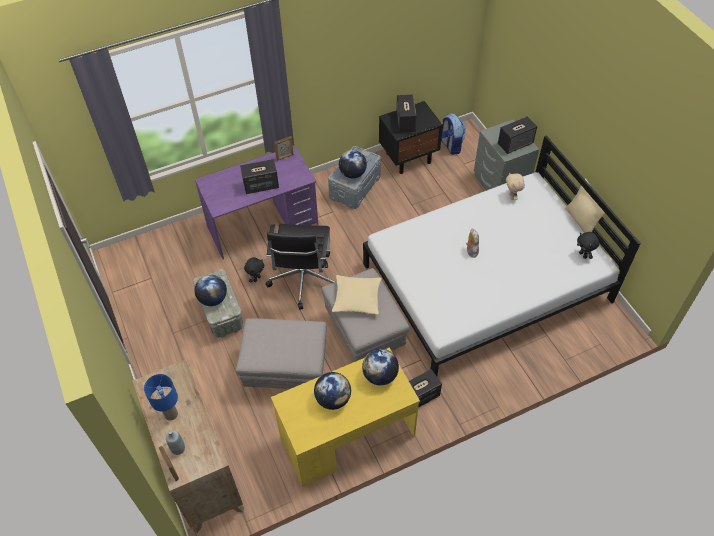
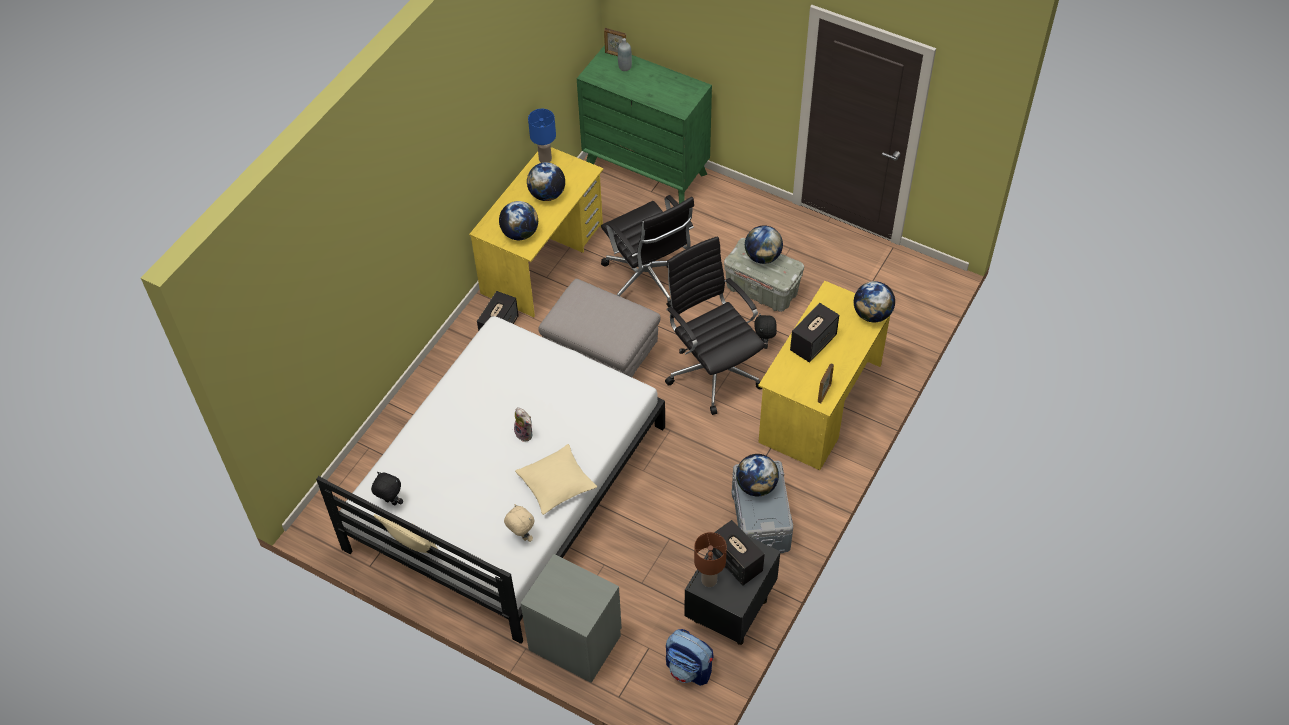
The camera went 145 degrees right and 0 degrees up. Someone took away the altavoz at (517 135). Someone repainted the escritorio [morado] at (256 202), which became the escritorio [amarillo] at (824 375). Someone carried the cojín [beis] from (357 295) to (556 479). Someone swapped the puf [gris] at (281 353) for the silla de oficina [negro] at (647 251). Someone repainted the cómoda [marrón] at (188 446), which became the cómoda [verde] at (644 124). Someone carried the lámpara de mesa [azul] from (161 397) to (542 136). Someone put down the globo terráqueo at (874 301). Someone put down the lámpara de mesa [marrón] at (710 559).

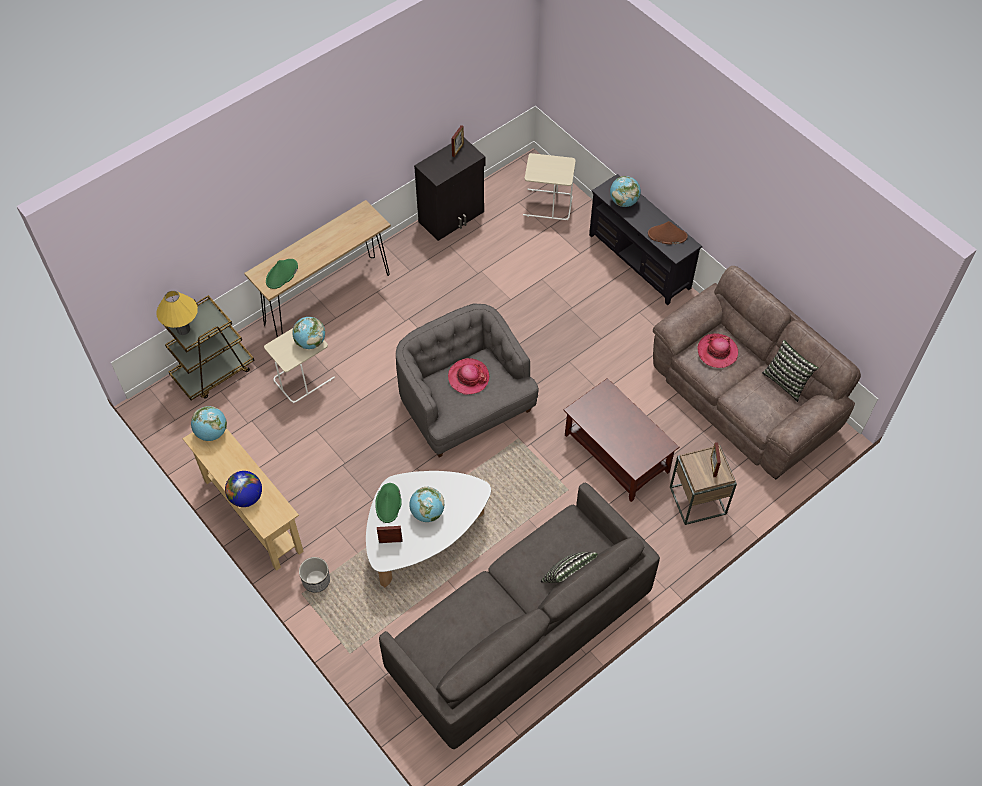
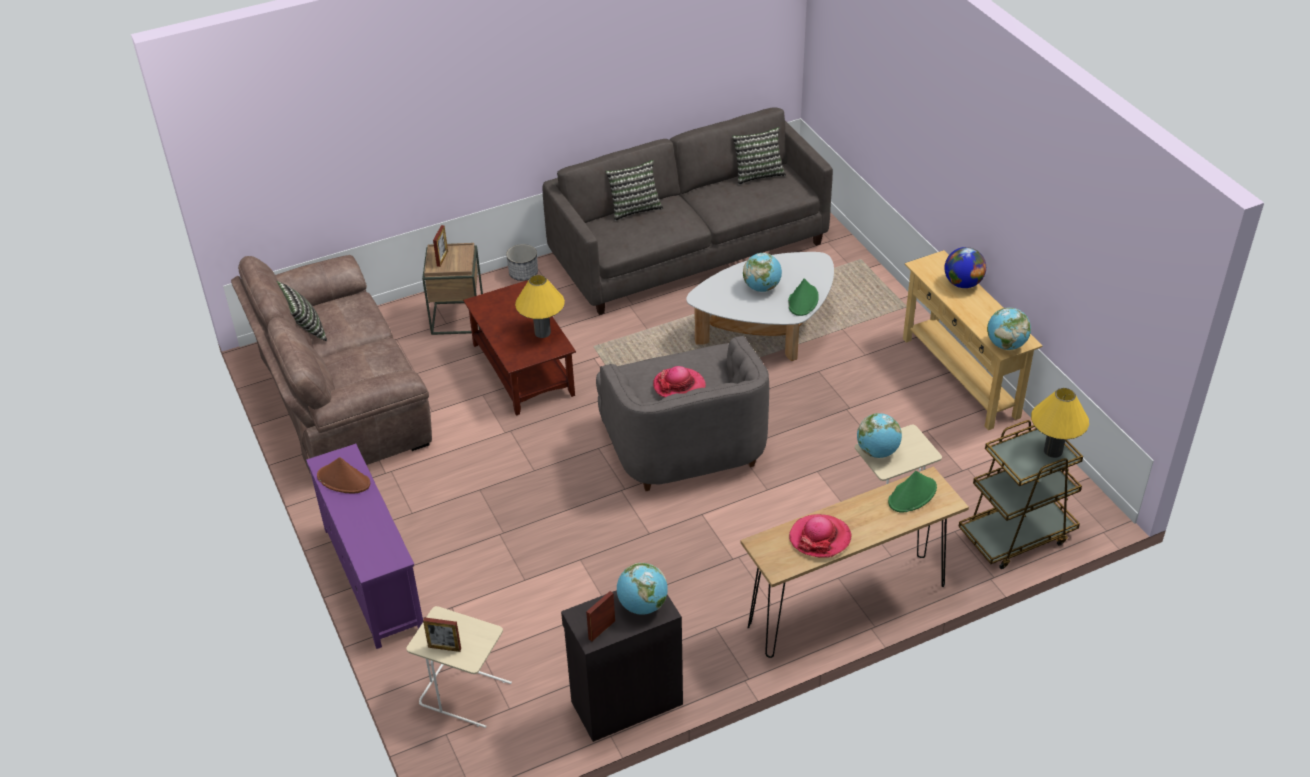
The camera went 165 degrees left and 15 degrees down. Someone repainted the mueble de televisión [negro] at (645 239), which became the mueble de televisión [morado] at (364 546). Someone carried the globo terráqueo from (625 191) to (642 589). Someone carried the sombrero from (718 350) to (820 535). Someone carried the portarretratos from (389 534) to (442 634). Someone carried the maceta from (314 574) to (522 262). Someone put down the cojín at (759 156). Someone put down the lámpara de mesa [amarillo] at (540 306).

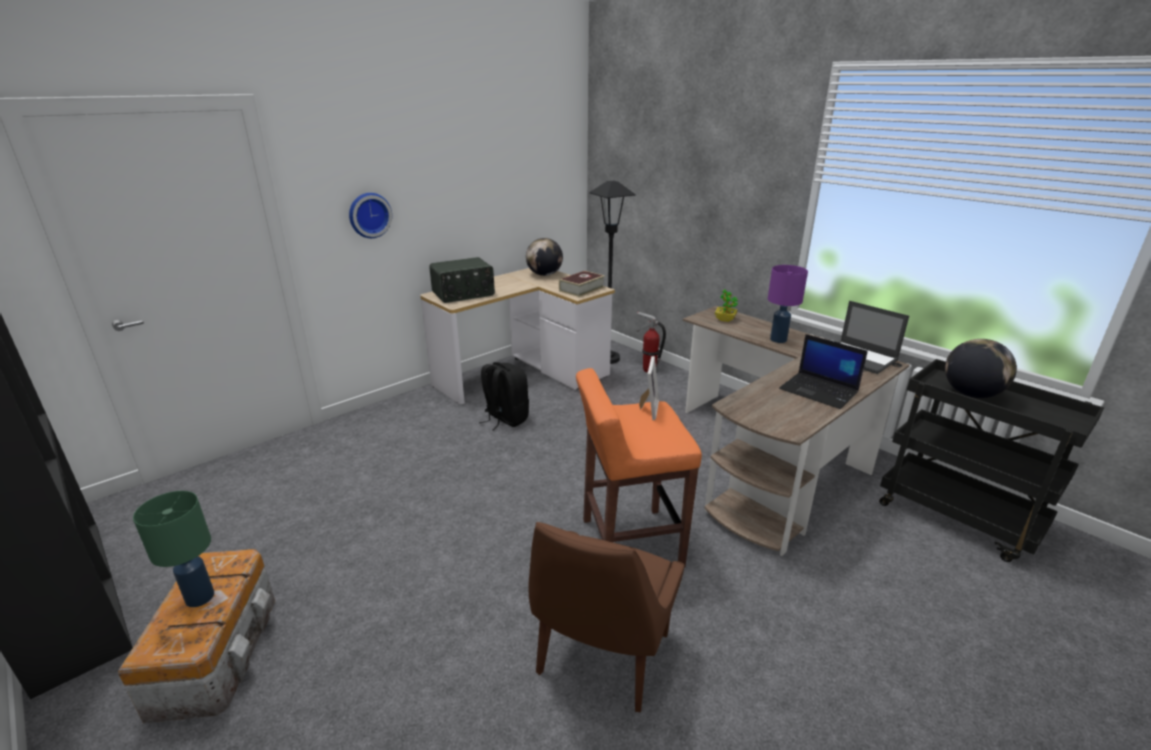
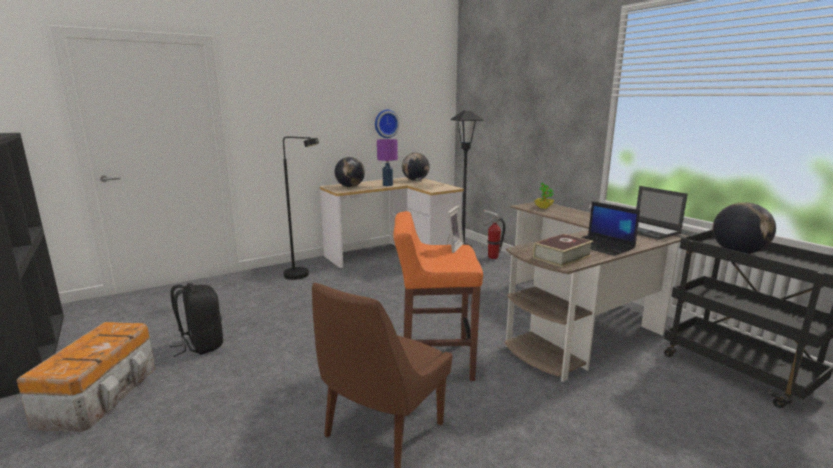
The camera went 10 degrees right and 10 degrees down. Someone carried the reloj de pared from (370 215) to (387 124). Someone swapped the radio at (462 280) for the globo terráqueo at (350 172). Someone carried the lámpara de mesa [morado] from (788 304) to (387 162). Someone carried the libro from (582 284) to (563 250). Someone carried the mochila [negro] from (504 396) to (196 320). Someone took away the lámpara de mesa [verde] at (173 549). Someone put down the lámpara de pie [negro] at (301 208).

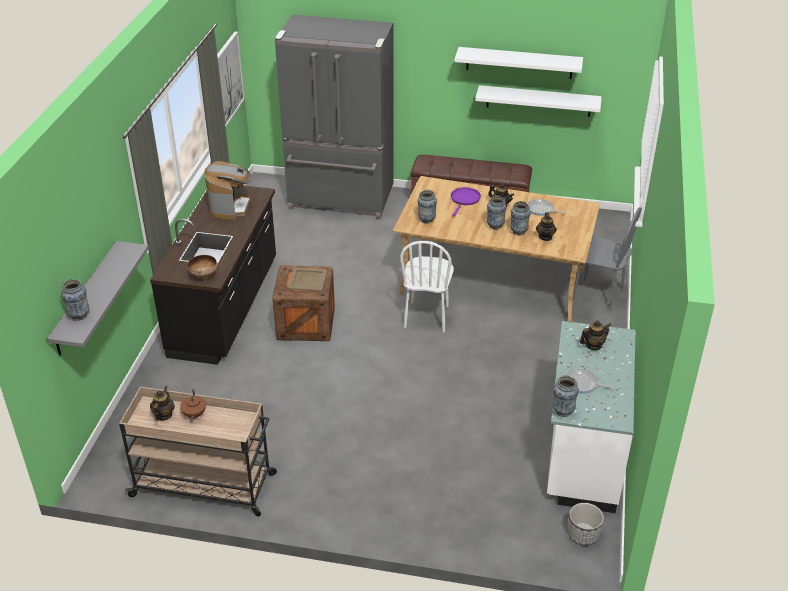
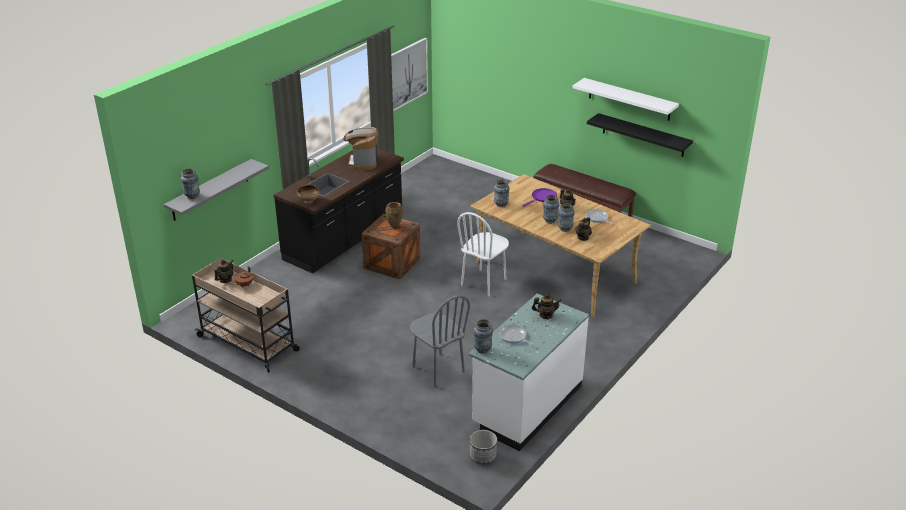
The camera went 25 degrees right and 5 degrees down. Someone took away the nevera [gris] at (334 117). Someone repainted the estante [blanco] at (538 101), which became the estante [negro] at (640 135). Someone rotated the cafetera at (228 190) by 150 degrees clockwise. Someone carried the silla [gris] from (607 259) to (440 341). Someone swapped the bandeja [beis] at (307 279) for the florero [marrón] at (394 215).

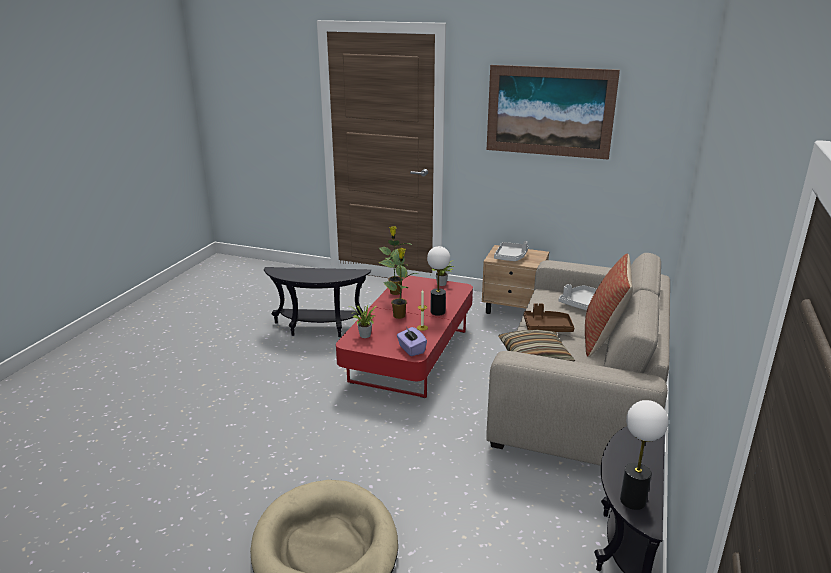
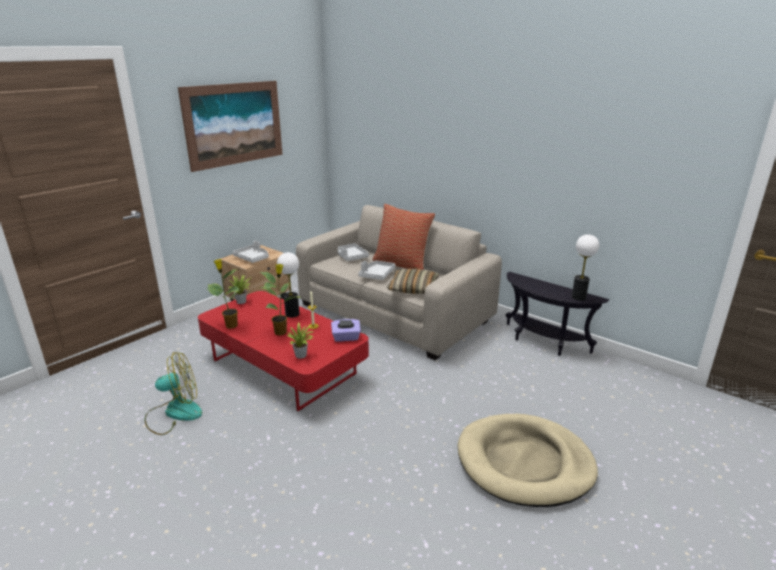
The camera went 70 degrees left and 0 degrees up. Someone swapped the mesa auxiliar [negro] at (317 302) for the ventilador at (173 393). Someone repainted the bandeja [marrón] at (549 317), which became the bandeja [gris] at (376 270).

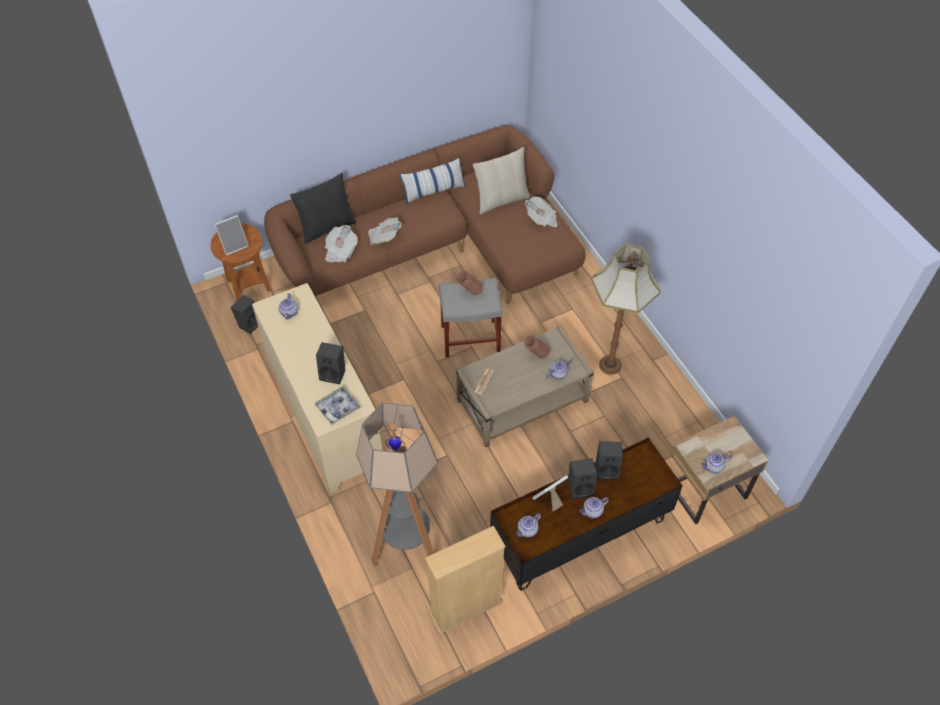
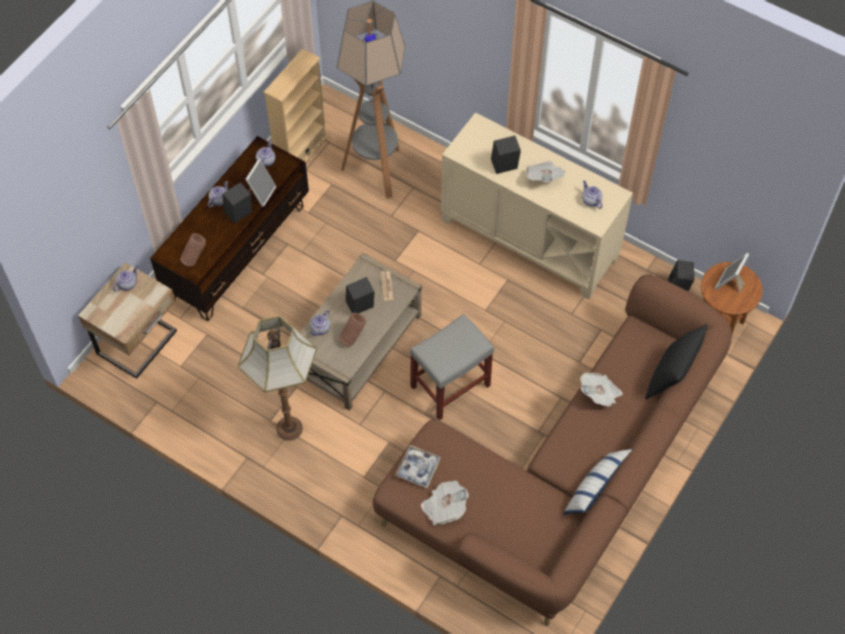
The camera went 150 degrees right and 5 degrees up. Someone took away the cojín [beis] at (501 180). Someone carried the periódico from (341 243) to (546 171). Someone carried the florero [marrón] from (470 283) to (193 250). Someone carried the bandeja from (338 405) to (418 466). Someone carried the altavoz [negro] from (609 460) to (360 295).

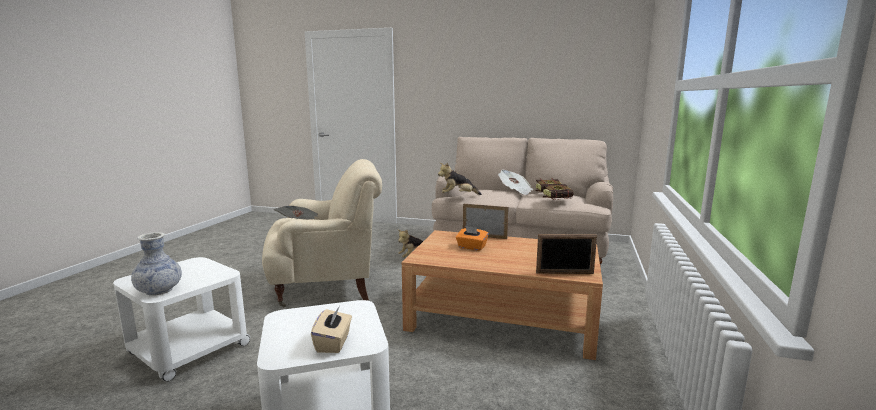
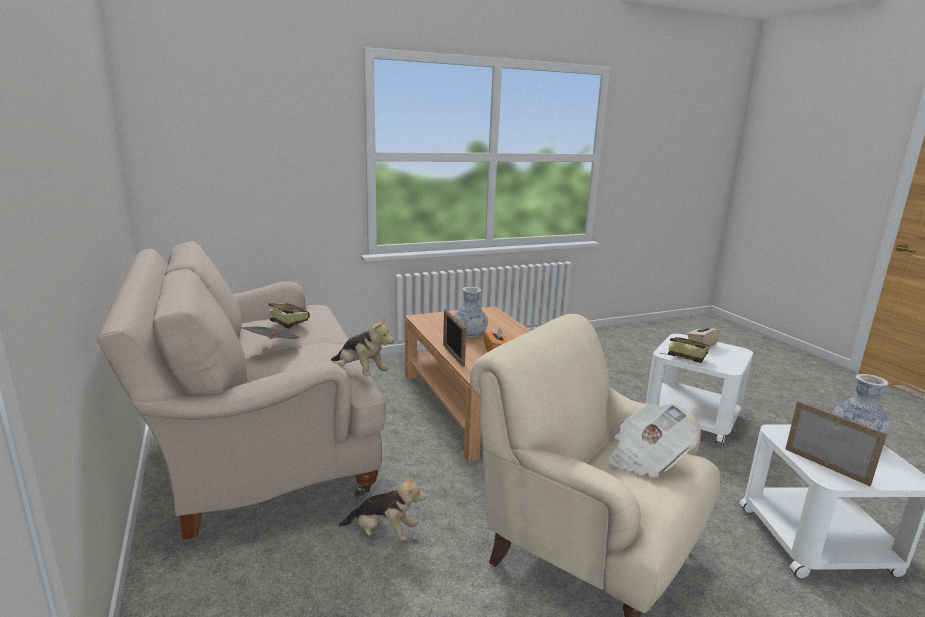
The camera went 130 degrees left and 5 degrees up. Someone carried the libro from (558 191) to (684 350). Someone carried the portarretratos from (566 254) to (836 443). Someone put down the florero at (471 312).

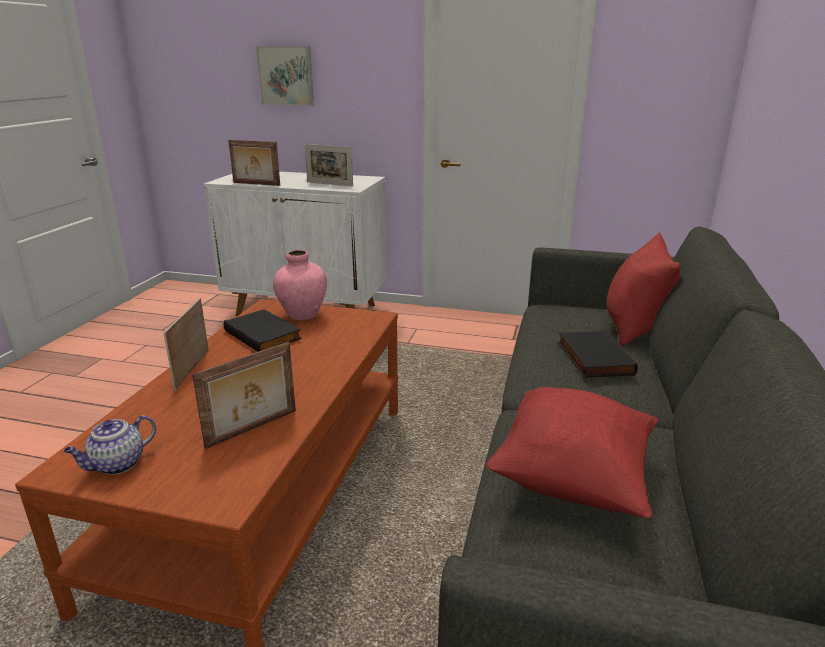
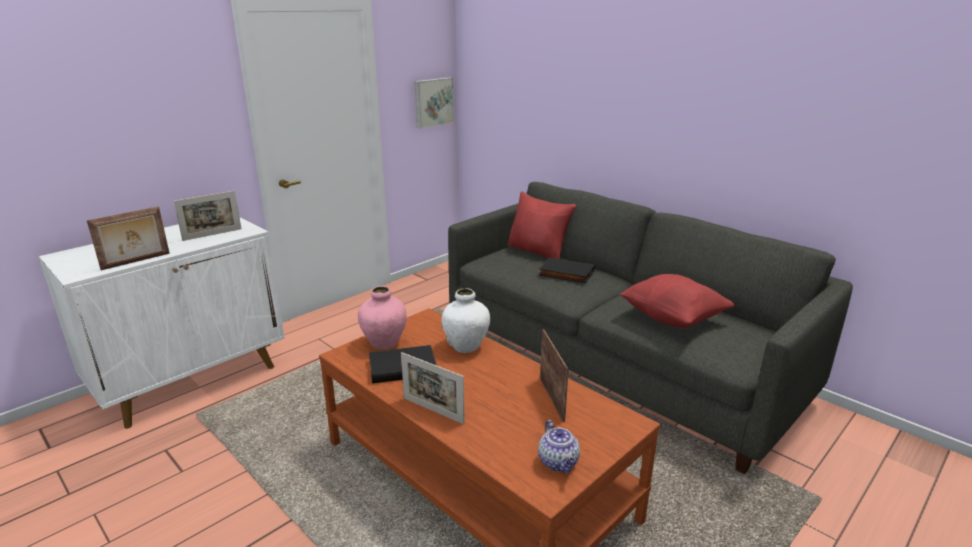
The camera went 60 degrees left and 0 degrees up. Someone carried the cuadro from (285 76) to (434 103). Someone put down the florero [blanco] at (466 320).

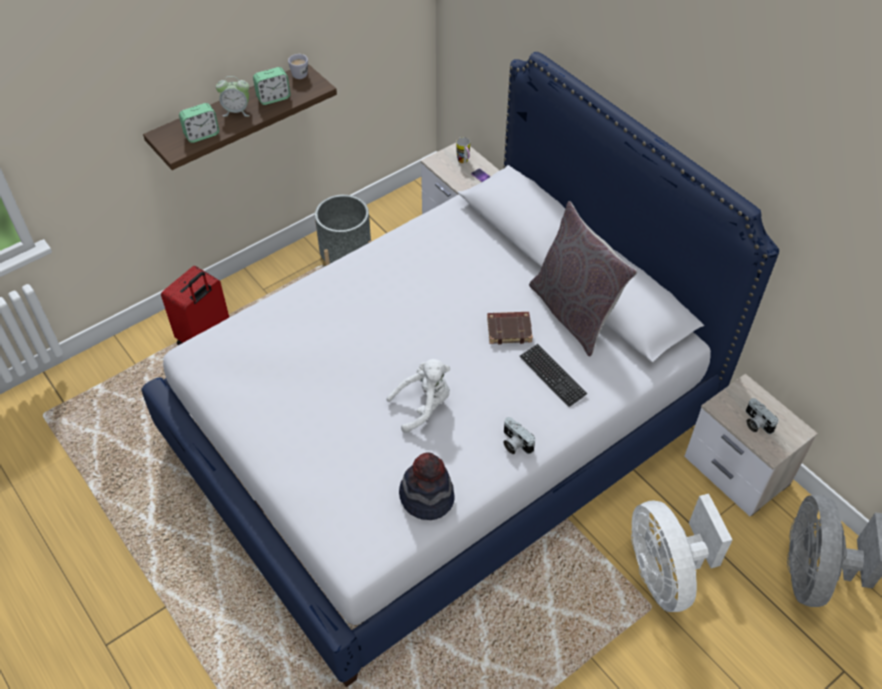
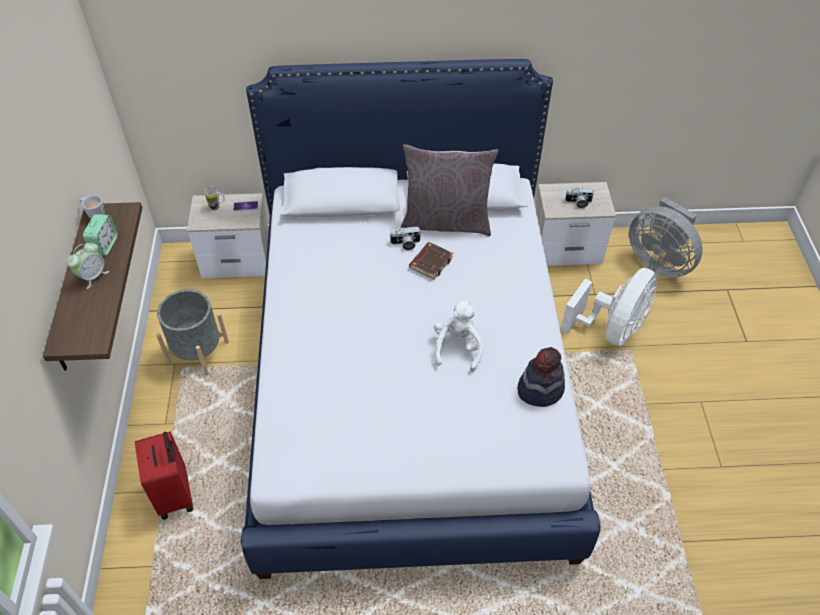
The camera went 55 degrees left and 0 degrees up. Someone took away the despertador at (199 123). Someone took away the teclado at (553 375). Someone carried the cámara from (519 435) to (405 238). Someone rotated the ventilador [blanco] at (682 553) by 75 degrees counterclockwise.

